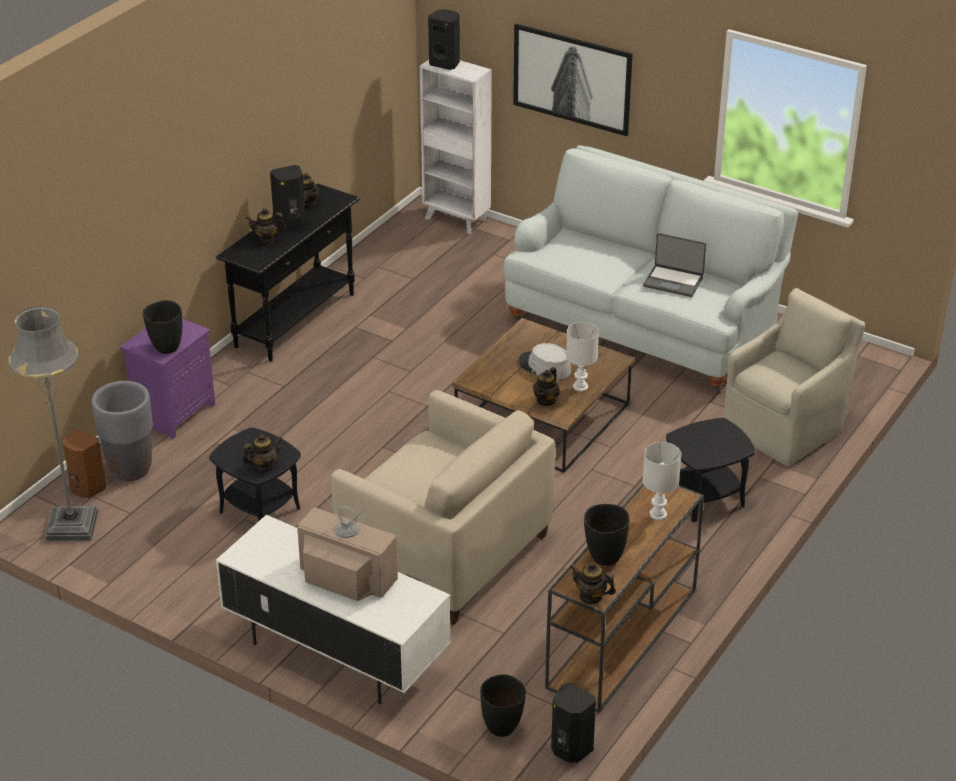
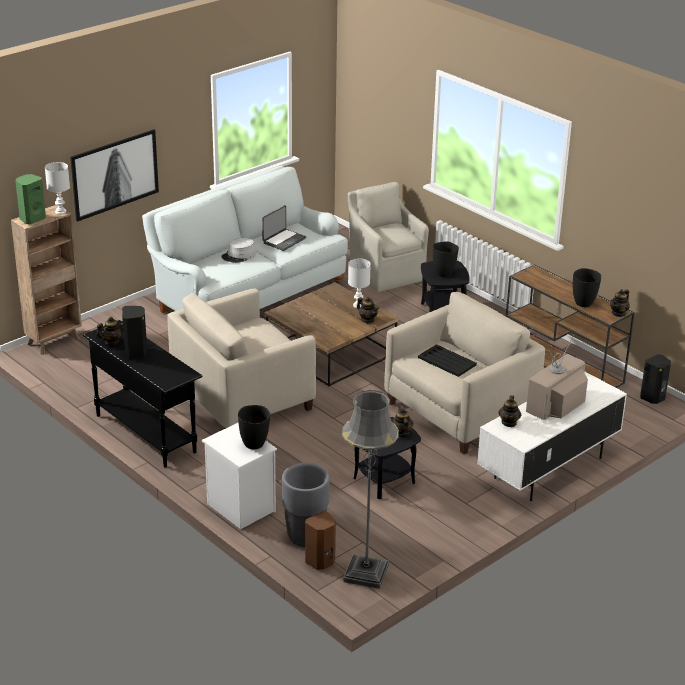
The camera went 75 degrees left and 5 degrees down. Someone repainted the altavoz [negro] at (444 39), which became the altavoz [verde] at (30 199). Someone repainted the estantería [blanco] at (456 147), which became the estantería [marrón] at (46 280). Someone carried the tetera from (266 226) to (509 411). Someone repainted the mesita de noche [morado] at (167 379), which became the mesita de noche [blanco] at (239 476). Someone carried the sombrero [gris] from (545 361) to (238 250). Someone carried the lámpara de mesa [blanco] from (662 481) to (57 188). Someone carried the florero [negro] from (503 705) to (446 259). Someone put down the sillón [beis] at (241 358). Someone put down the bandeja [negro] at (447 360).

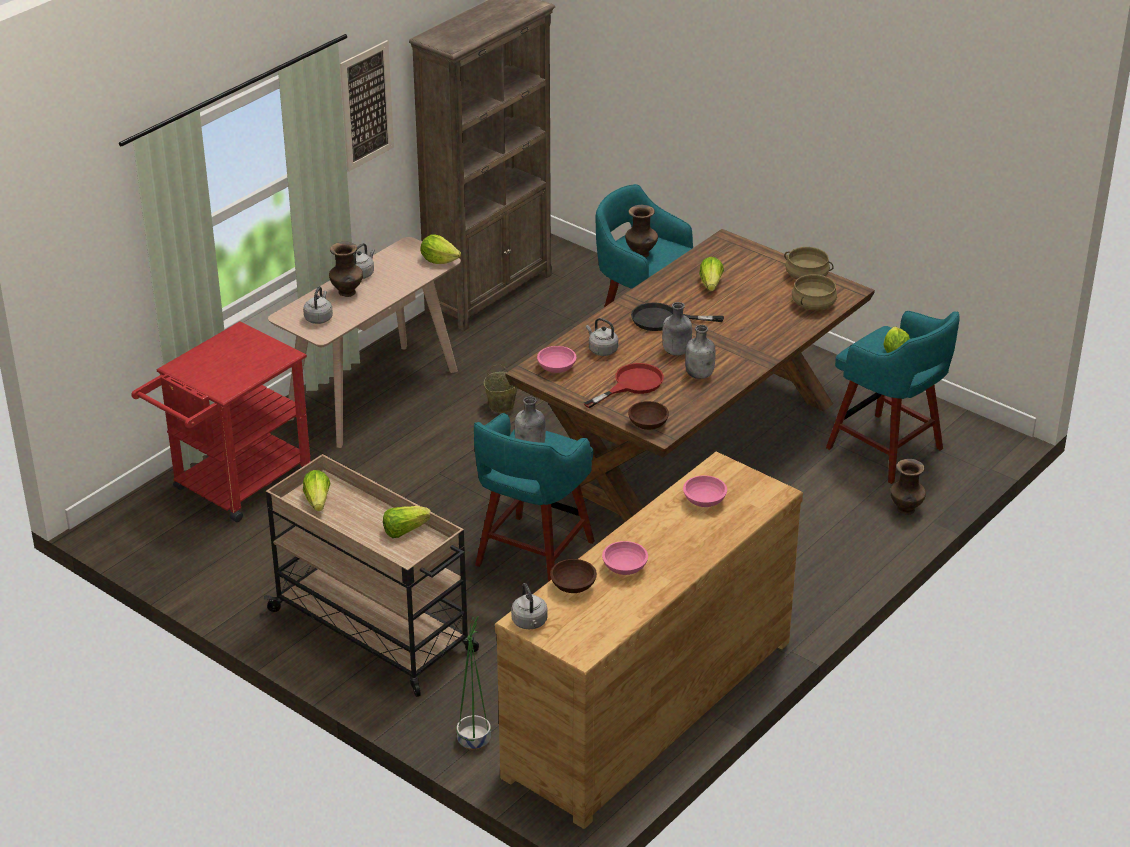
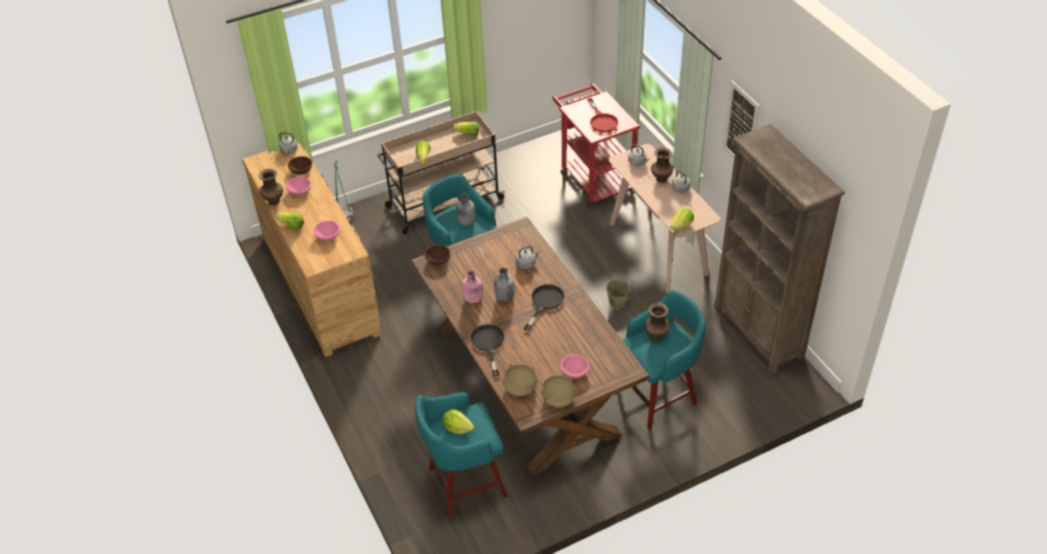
The camera went 115 degrees right and 10 degrees up. Someone carried the lechuga from (711 274) to (289 221). Someone repainted the botella [gris] at (700 352), which became the botella [rosa] at (472 286). Someone carried the cuenco [rosa] from (556 359) to (575 366). Someone carried the sartén [rojo] from (624 385) to (602 115). Someone carried the florero [marrón] from (908 487) to (270 187). Someone put down the sartén [negro] at (487 350).

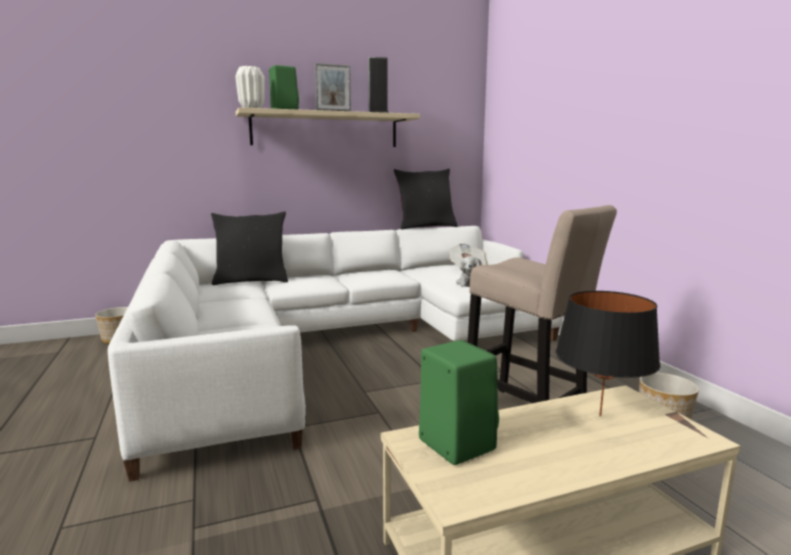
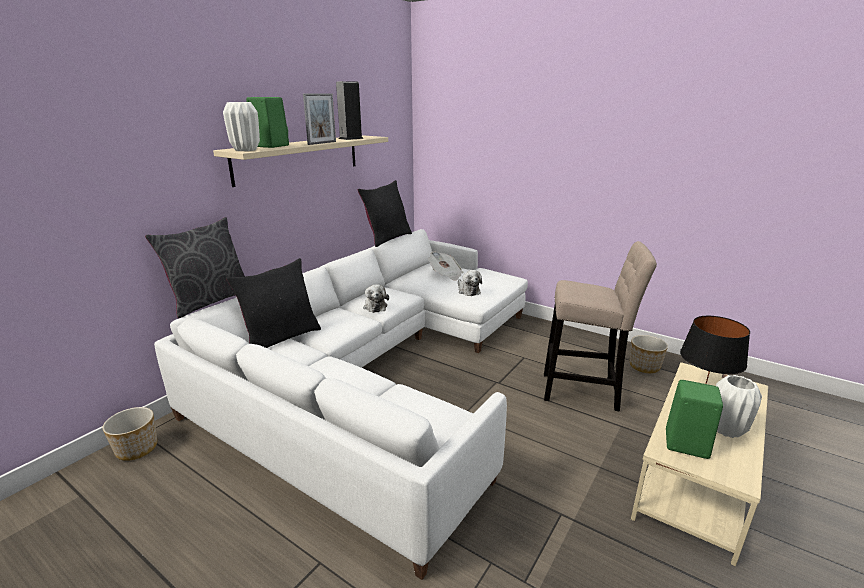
The camera went 35 degrees left and 10 degrees up. Someone put down the cojín [gris] at (195 267). Someone put down the peluche at (376 298). Someone put down the florero [blanco] at (739 406).

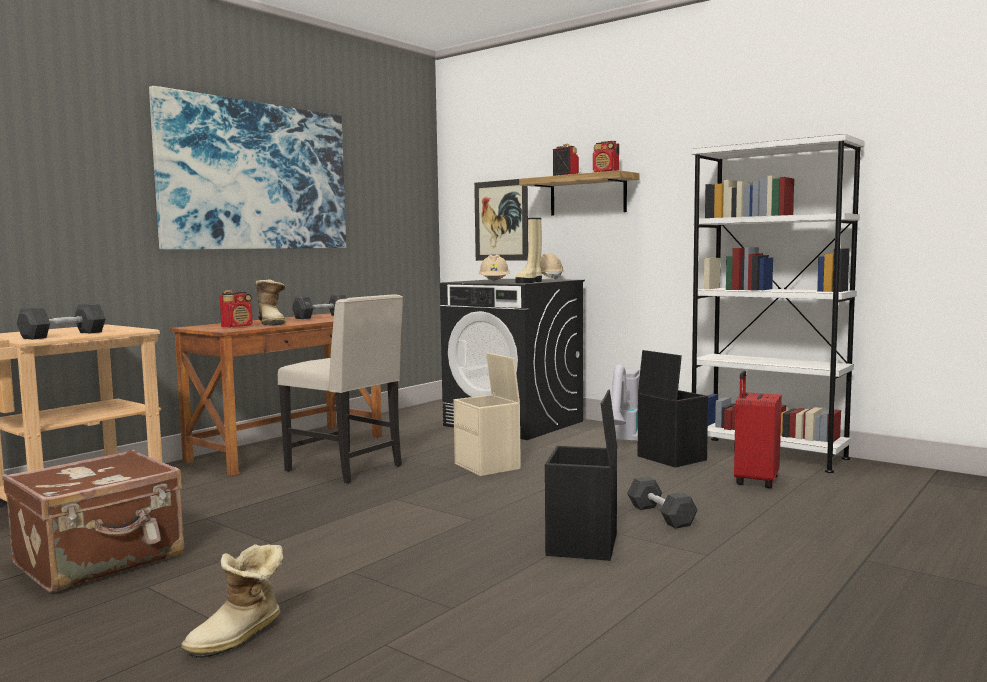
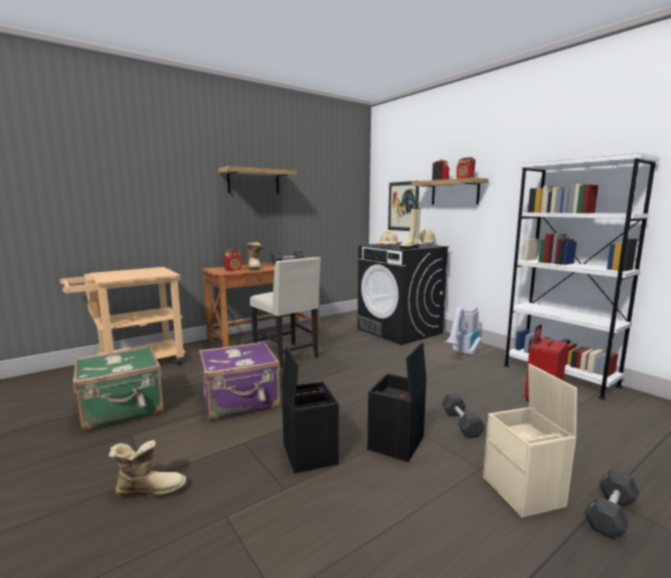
The camera went 15 degrees right and 5 degrees up. Someone swapped the cuadro at (247 168) for the estante at (257 180). Someone carried the mancuerna [negro] from (61 321) to (612 504). Someone carried the caja de almacenaje [negro] from (673 409) to (310 410). Someone carried the caja de almacenaje [beis] from (487 414) to (530 441). Someone repainted the maleta [marrón] at (93 521), which became the maleta [verde] at (118 388). Someone rotated the bota at (232 601) by 150 degrees counterclockwise. Someone put down the maleta [morado] at (239 380).

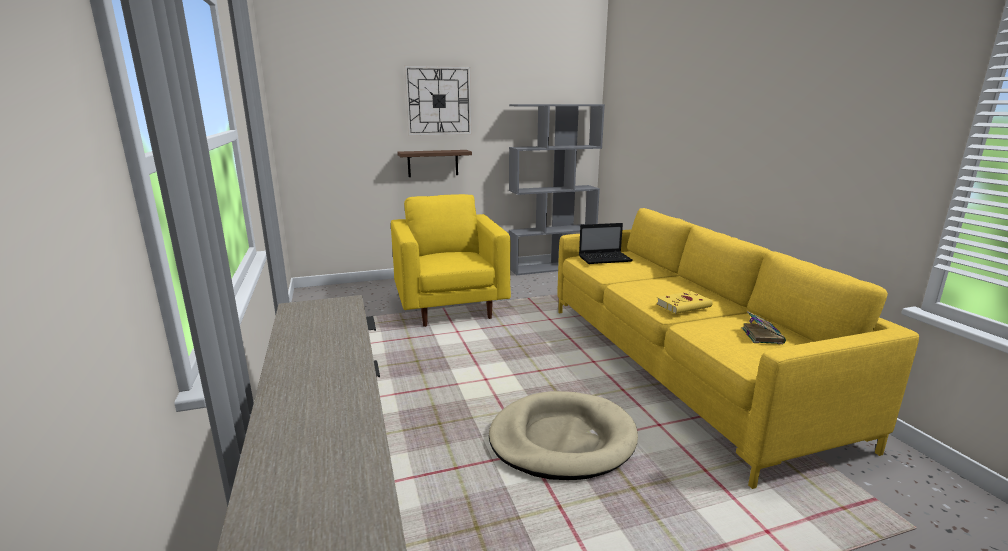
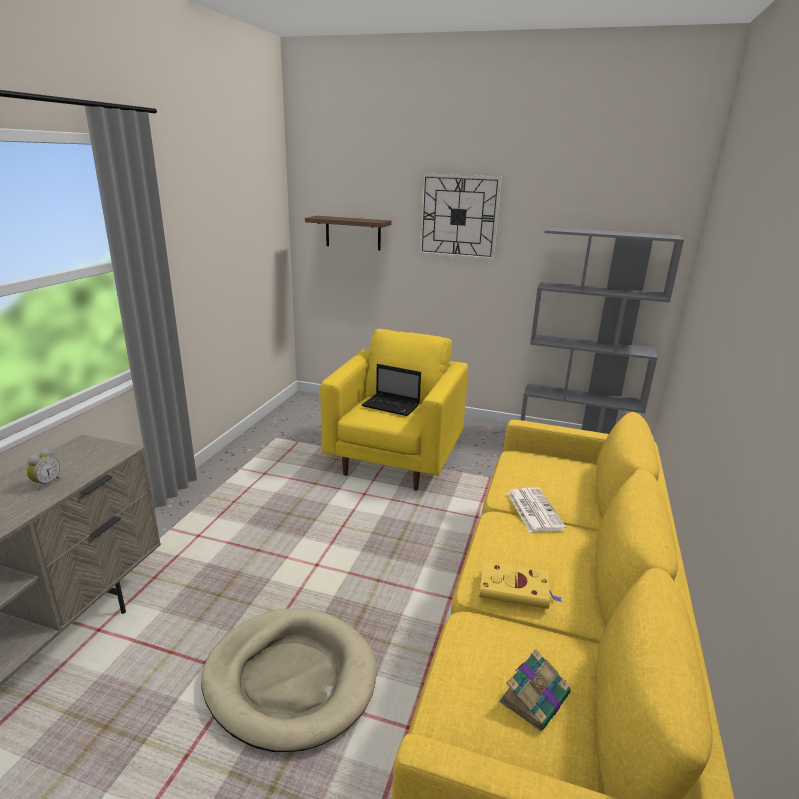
The camera went 35 degrees right and 5 degrees up. Someone carried the estante from (434 163) to (348 233). Someone carried the portátil from (606 243) to (391 390). Someone put down the despertador at (43 469). Someone put down the periódico at (536 510).

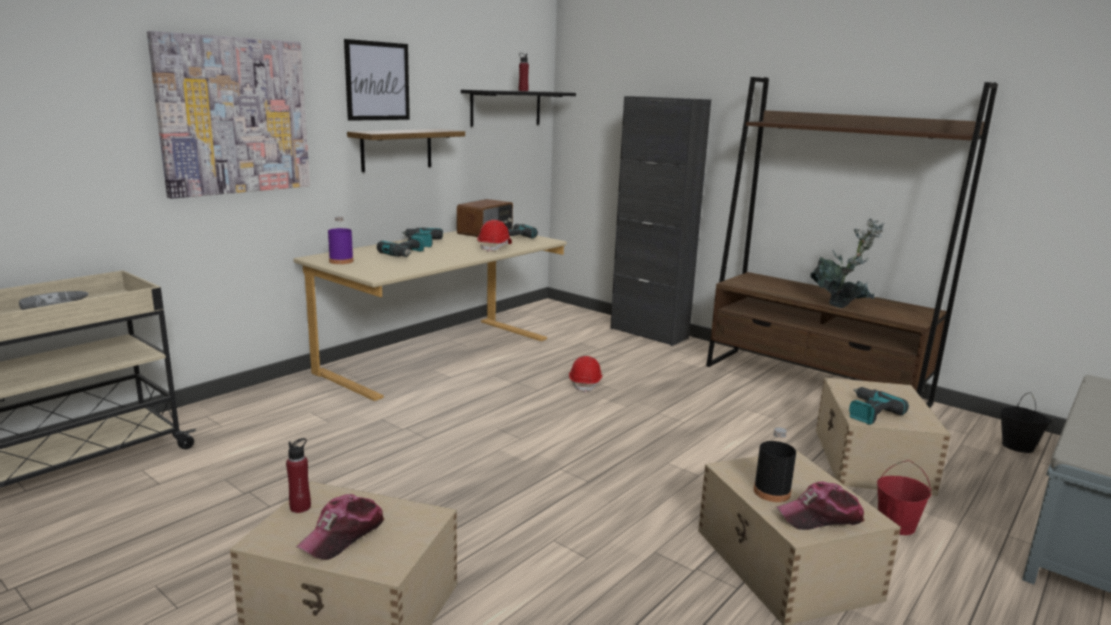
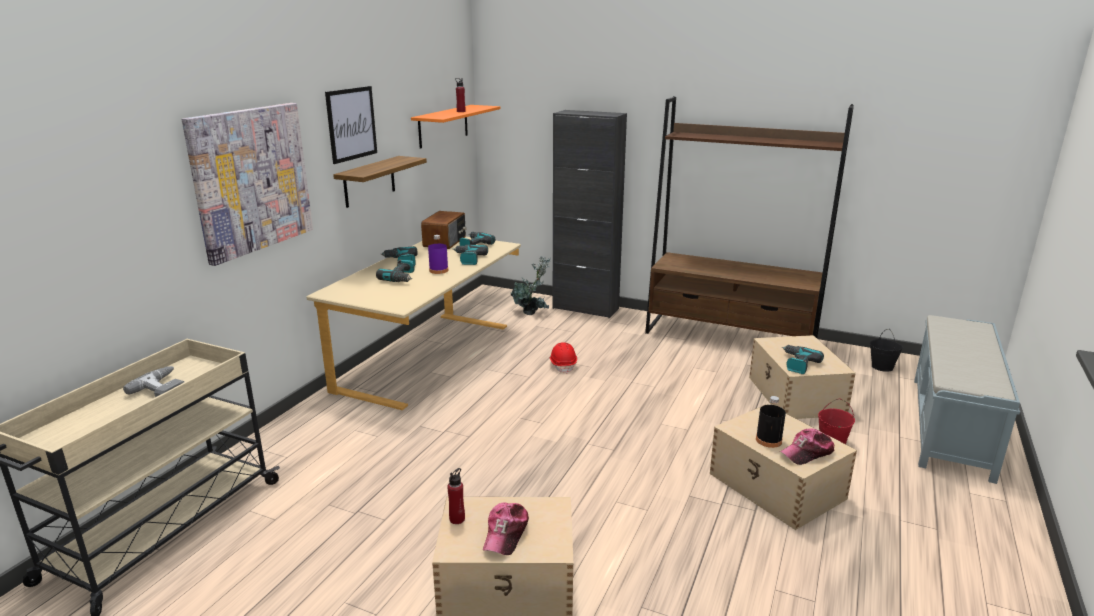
The camera went 15 degrees left and 5 degrees up. Someone repainted the estante [negro] at (518 108), which became the estante [naranja] at (455 126). Someone carried the botella [morado] from (341 240) to (438 254). Someone carried the planta en maceta from (847 263) to (531 285). Someone swapped the casco [rojo] at (494 236) for the taladro at (470 255).

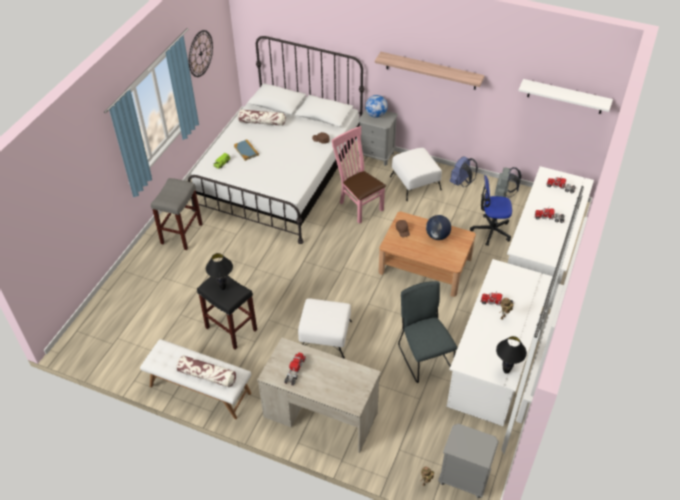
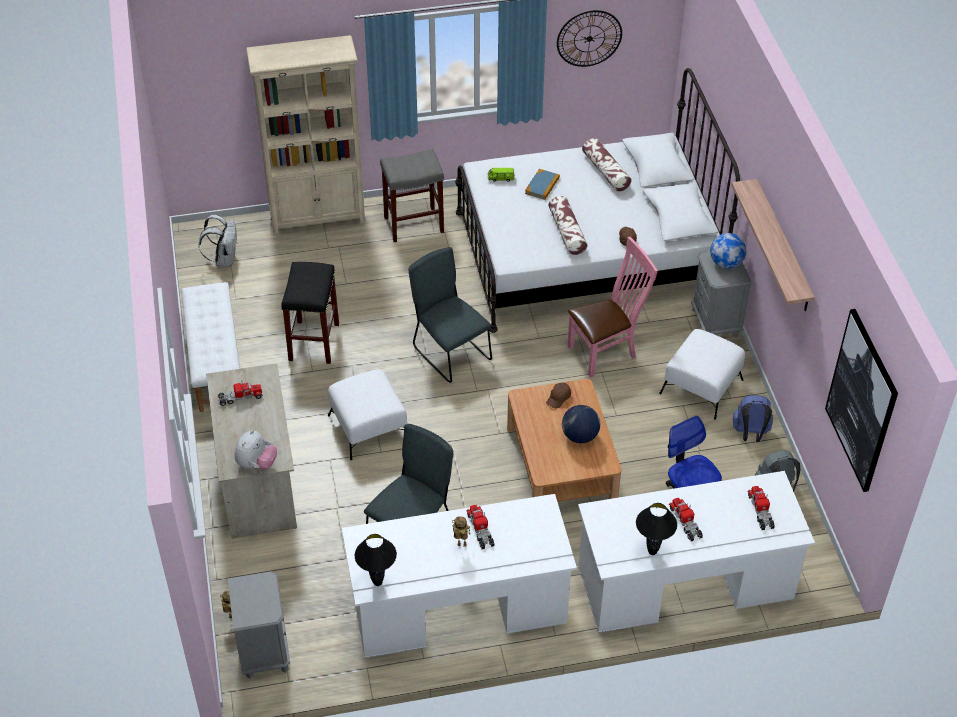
The camera went 55 degrees right and 0 degrees up. Someone swapped the estante [blanco] at (565 96) for the cuadro at (861 400). Someone rotated the silla [rosa] at (359 175) by 45 degrees clockwise. Someone carried the lámpara de mesa [negro] from (219 271) to (656 529). Someone carried the cojín from (206 371) to (568 225). Someone put down the estantería [beis] at (305 135). Someone put down the mochila [blanco] at (217 241). Someone put down the silla [gris] at (450 315). Someone put down the peluche at (256 449).

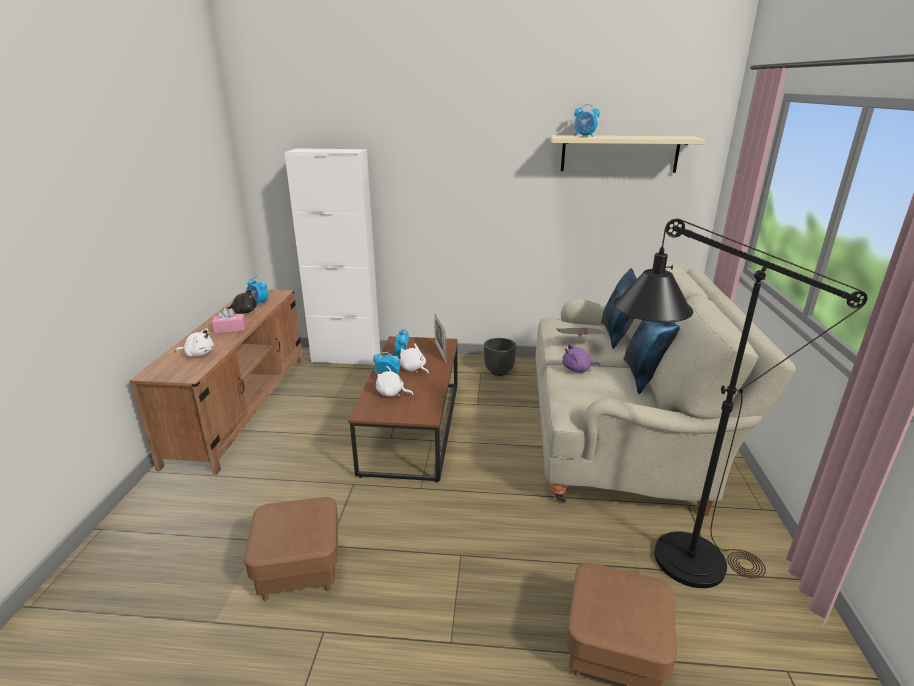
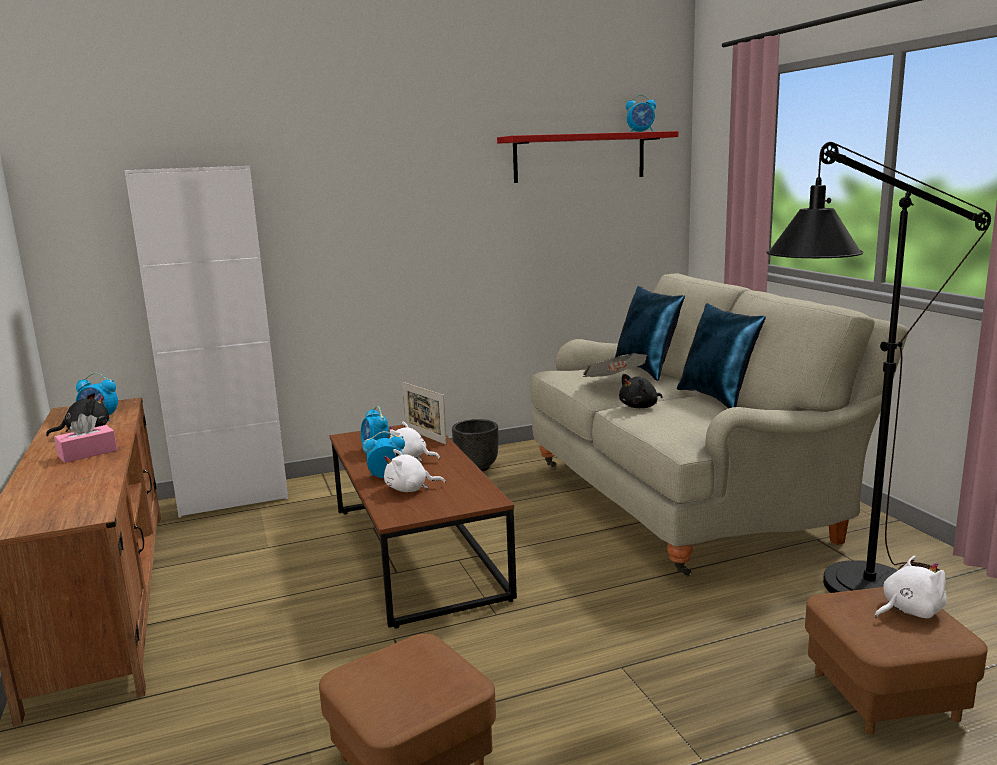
The camera went 25 degrees left and 10 degrees down. Someone carried the despertador from (587 120) to (641 113). Someone repainted the estante [beis] at (627 154), which became the estante [rojo] at (587 157). Someone carried the peluche [blanco] from (194 342) to (911 587). Someone repainted the peluche [morado] at (581 358), which became the peluche [negro] at (640 391).

